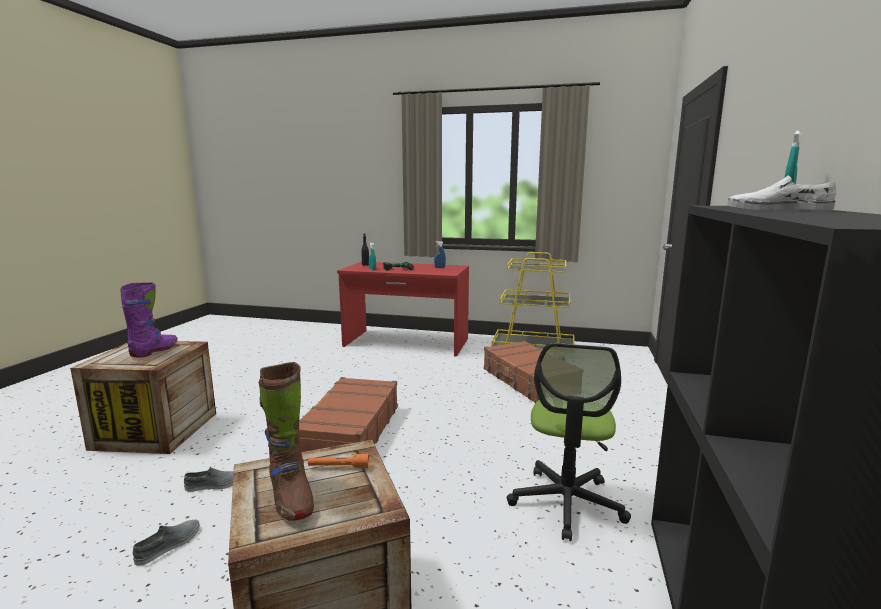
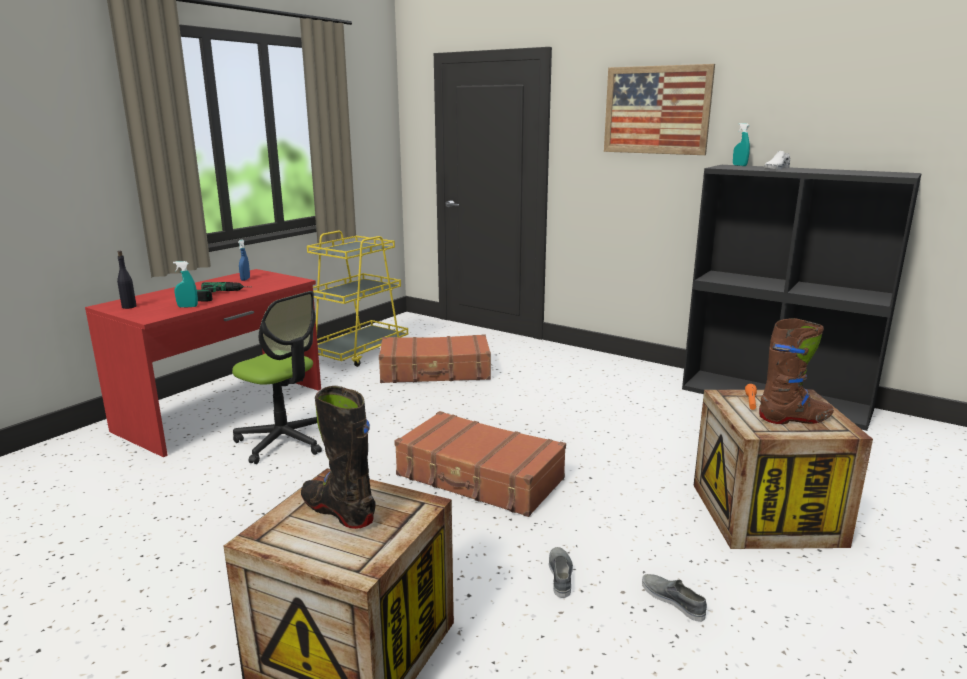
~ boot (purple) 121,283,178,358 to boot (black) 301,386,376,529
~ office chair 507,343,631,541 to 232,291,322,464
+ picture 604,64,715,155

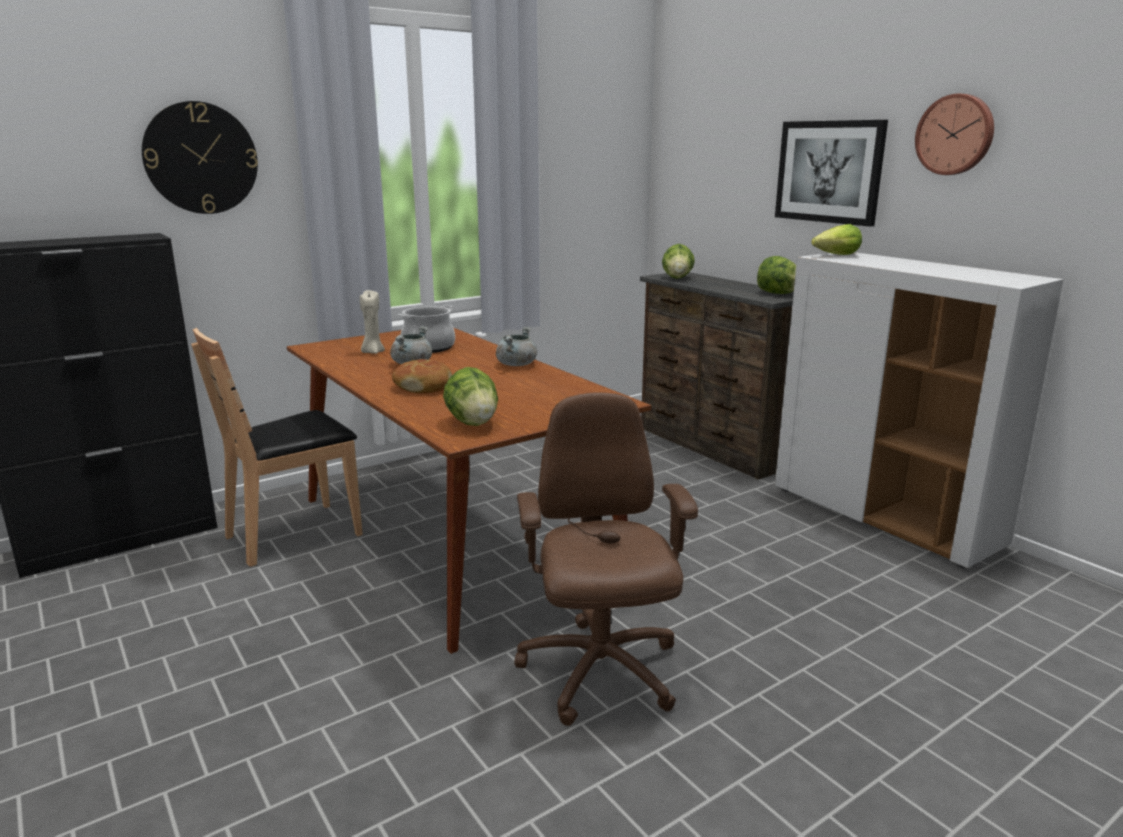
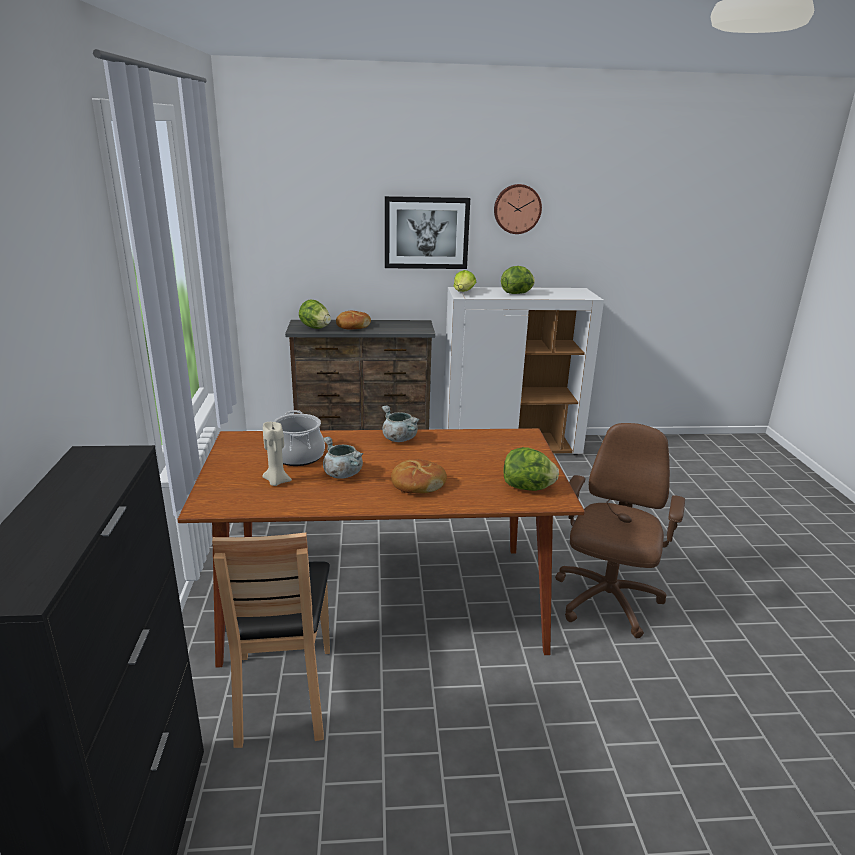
- wall clock 142,101,258,214
~ office chair (brown) 514,392,698,726 = 555,423,685,638 90 degrees clockwise
~ lettuce 757,256,796,294 to 501,266,535,294
+ bread 336,311,371,330

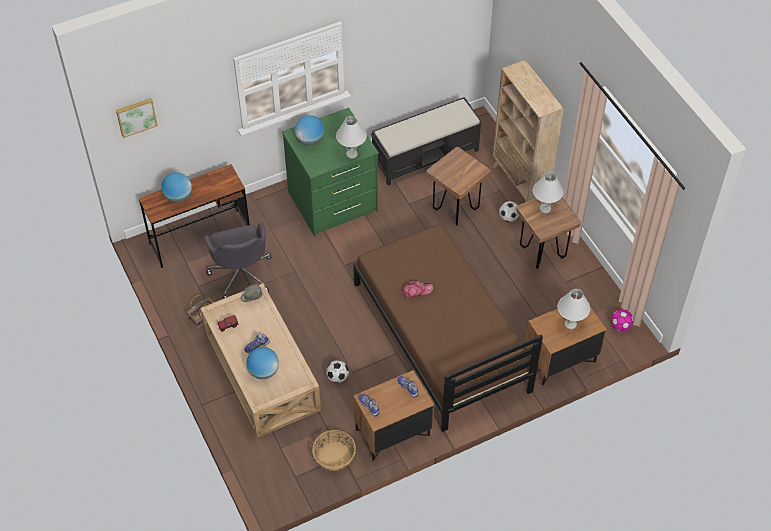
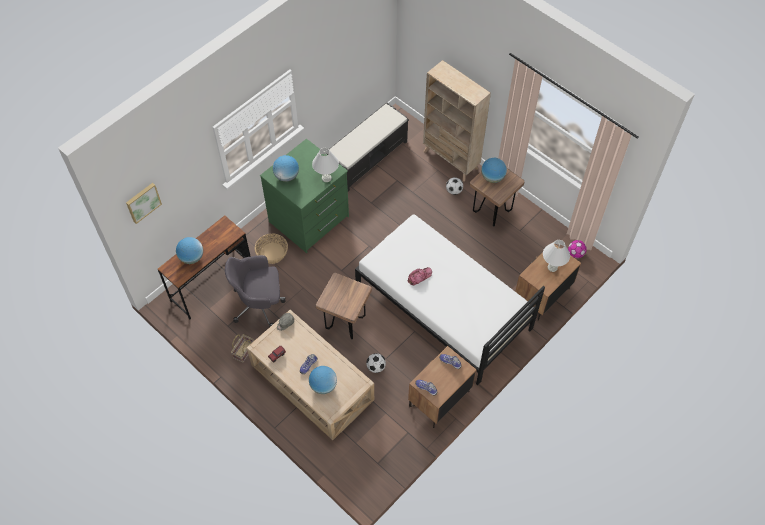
~ office chair (grey) 204,223,271,299 = 225,255,286,327 120 degrees clockwise
~ basket 312,430,356,471 to 255,233,288,264
~ bed (brown) 353,224,543,432 to bed (white) 355,214,545,385
~ stool (brown) 426,147,491,226 to 316,273,372,339
~ table lamp (white) 533,172,564,213 to globe 481,158,507,183

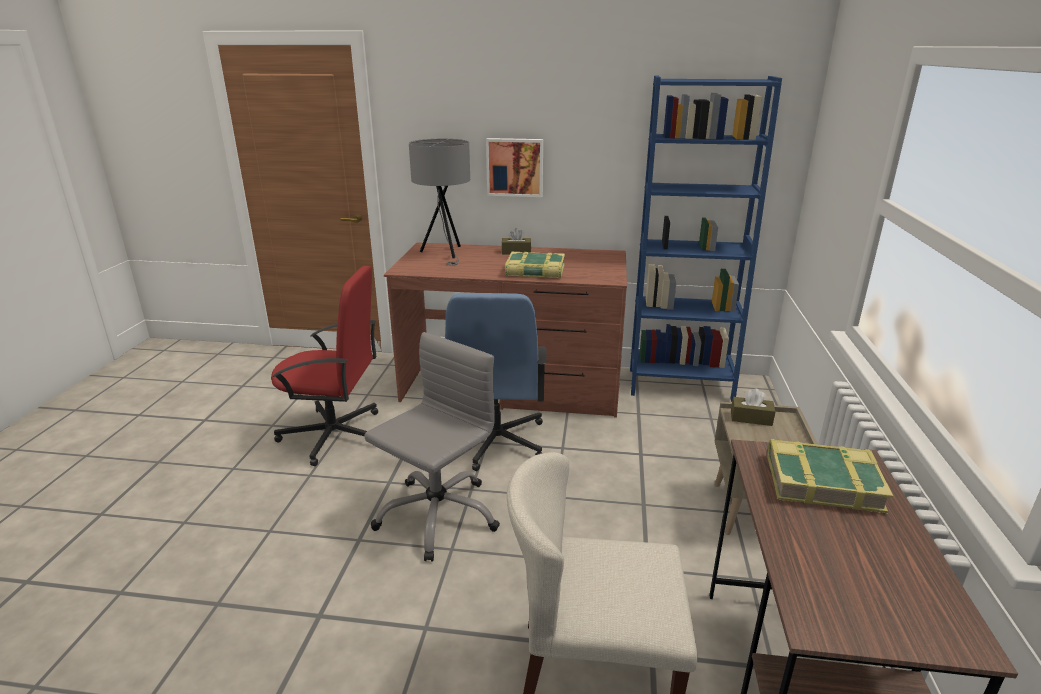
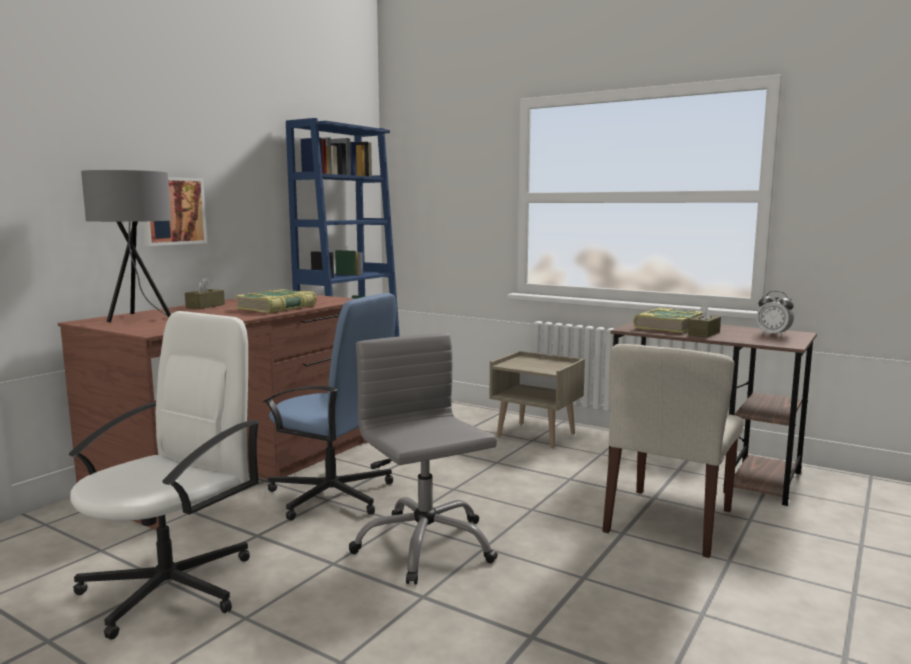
~ office chair (red) 271,266,378,466 to office chair (white) 69,311,260,640
~ tissue box (brown) 731,389,776,426 to 688,302,721,337
+ alarm clock 756,291,794,337

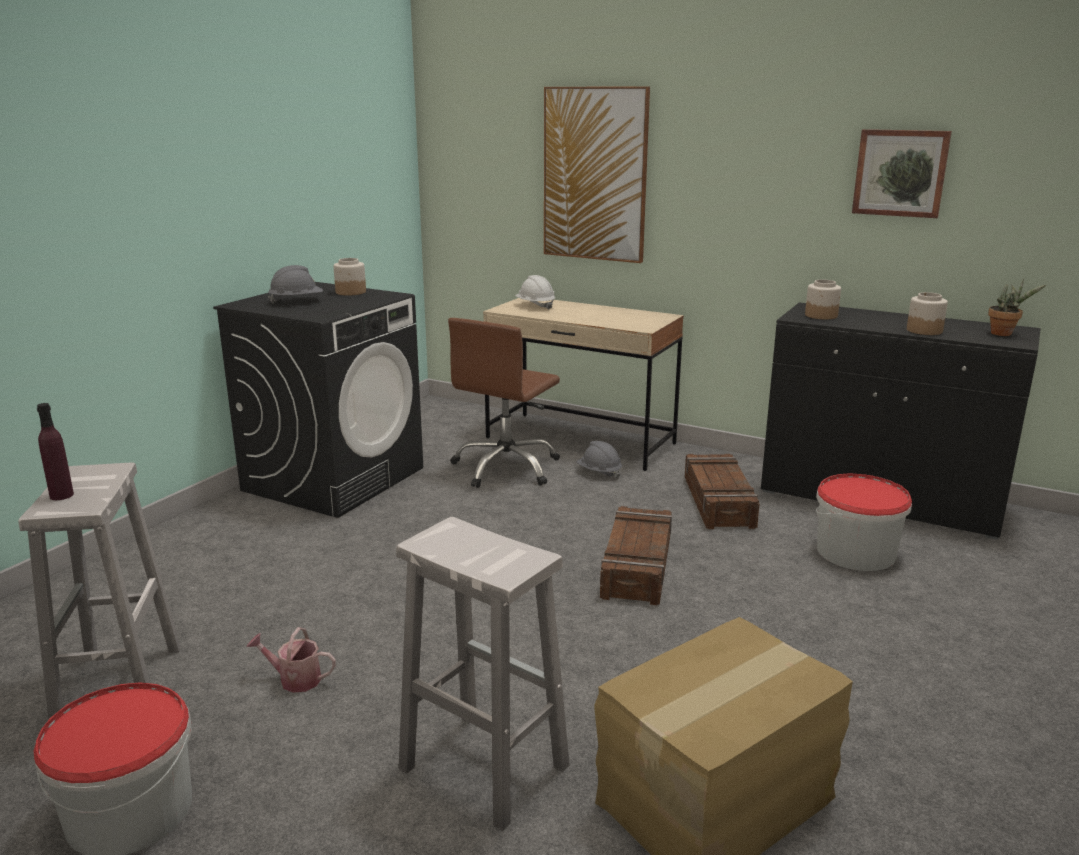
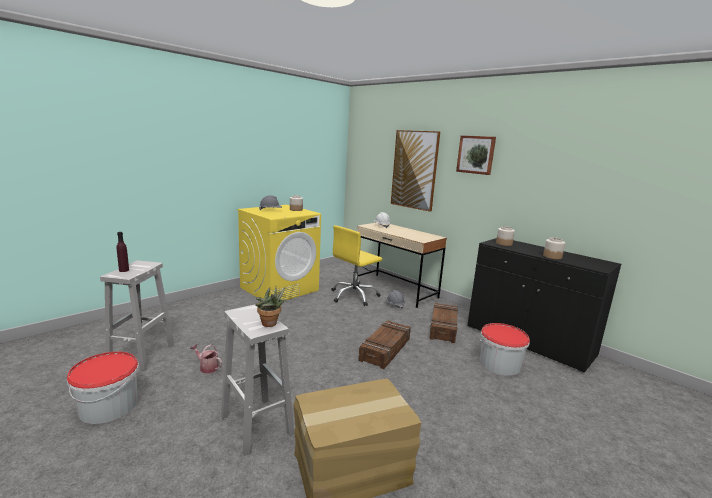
~ washing machine (black) 213,282,423,518 to washing machine (yellow) 237,205,321,300
~ office chair (brown) 448,318,560,488 to office chair (yellow) 332,225,382,306
~ picture 852,129,952,218 to 456,135,496,175
~ potted plant 988,279,1046,336 to 255,286,287,327

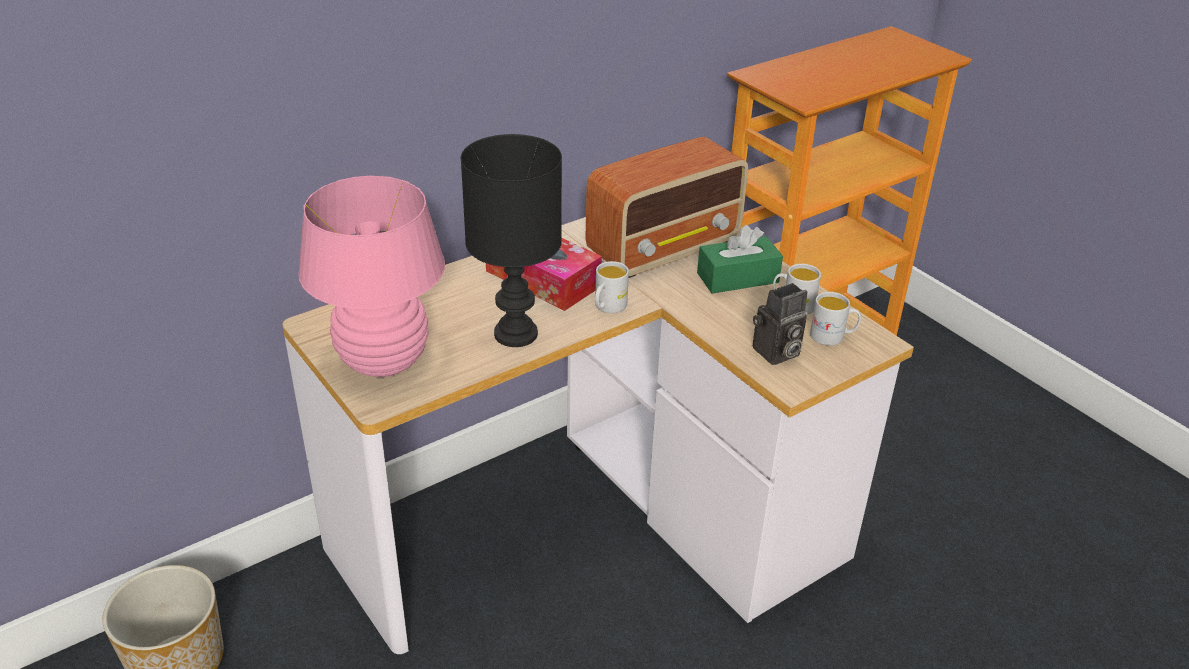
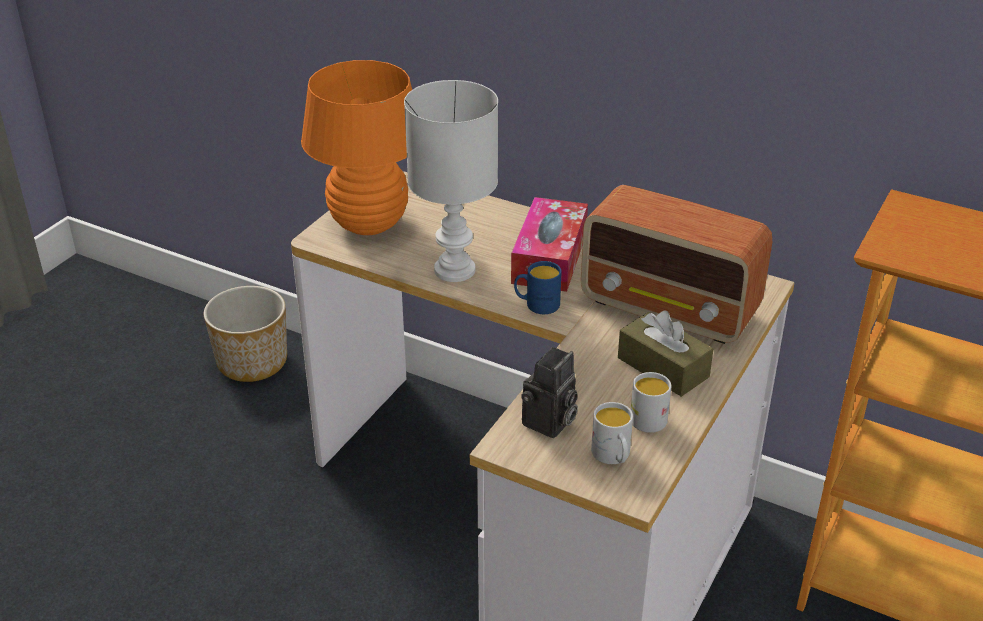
~ table lamp (pink) 298,176,445,377 to table lamp (orange) 301,60,412,235
~ table lamp (black) 461,134,562,347 to table lamp (white) 404,80,498,282
~ mug (white) 595,261,629,313 to mug (blue) 514,261,562,314
~ tissue box (green) 697,225,783,294 to tissue box (brown) 618,311,713,397
~ photo camera 753,283,807,365 = 521,347,578,438 90 degrees counterclockwise

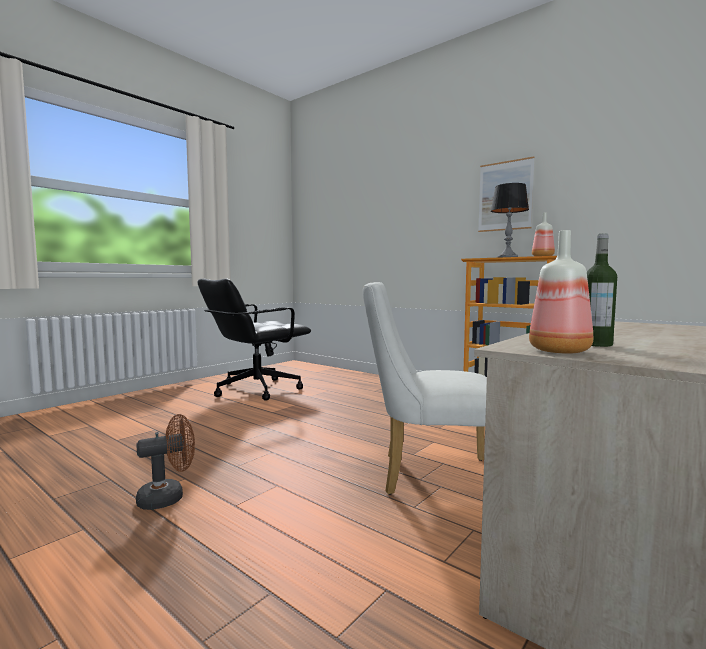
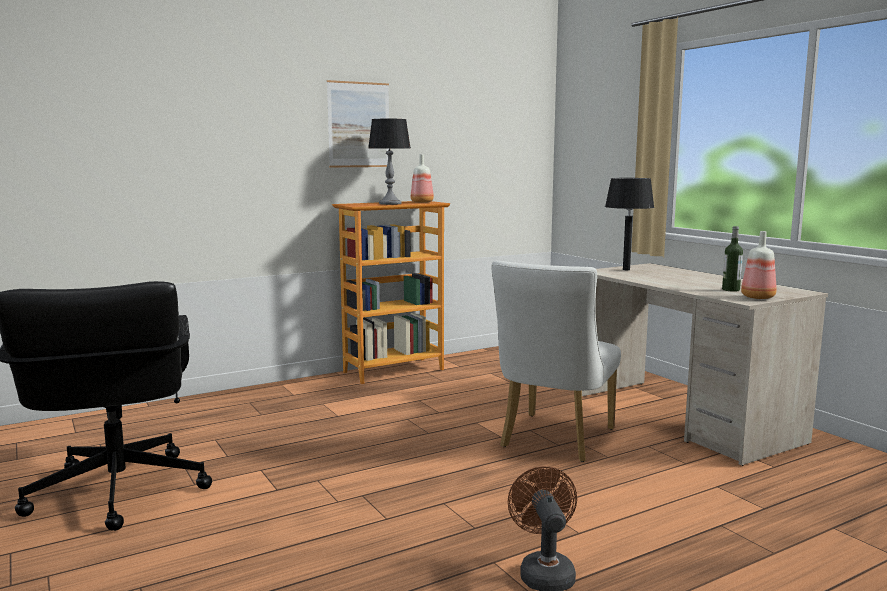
+ table lamp (black) 605,178,654,270

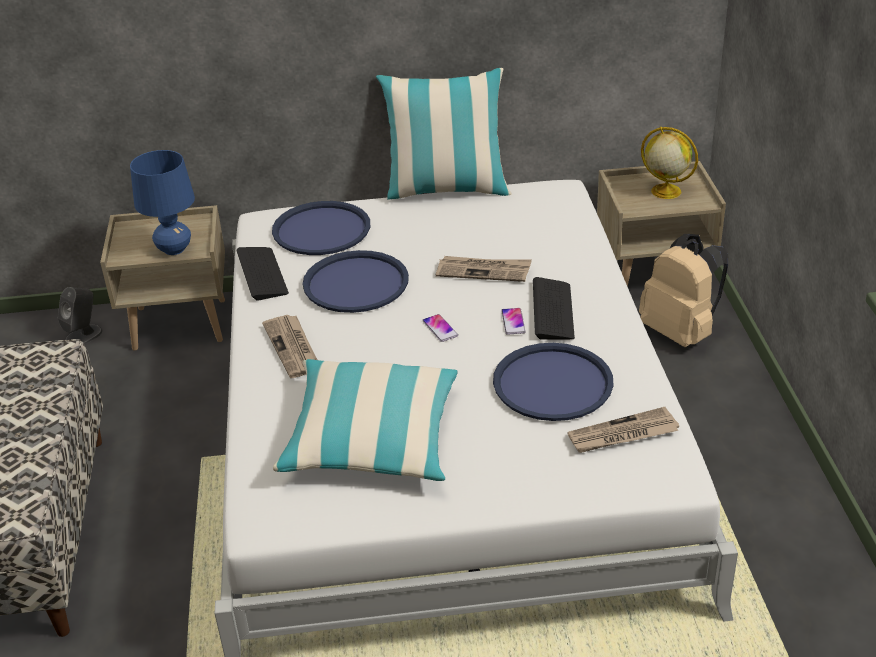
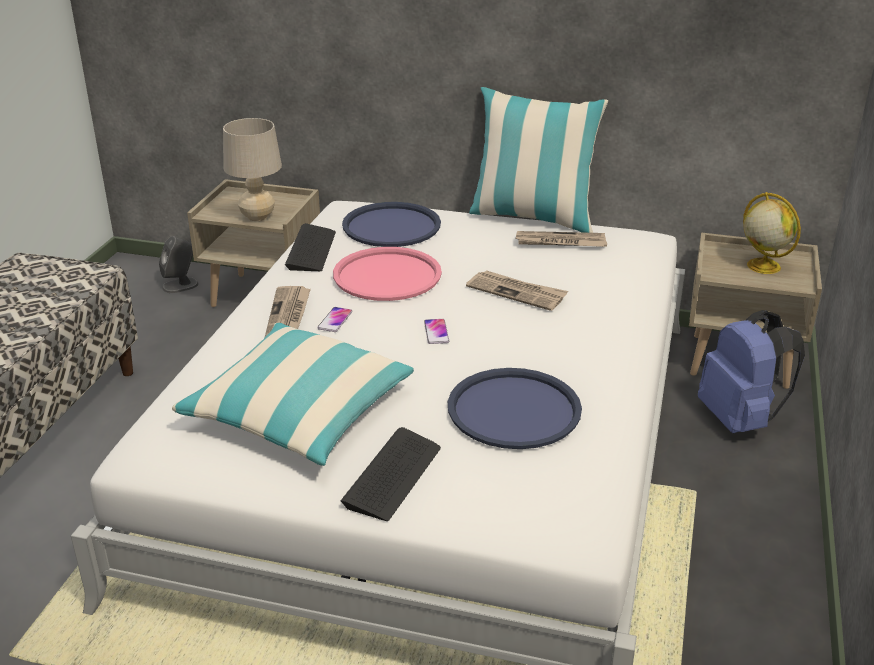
~ table lamp (blue) 130,150,195,255 to table lamp (beige) 223,118,282,221
~ tray (blue) 303,250,409,313 to tray (pink) 333,247,442,301
~ phone 501,308,526,334 to 317,307,352,332
~ keyboard 533,277,575,340 to 341,427,441,521
~ newspaper 568,407,679,453 to 516,231,607,247
~ backpack (beige) 639,234,728,347 to backpack (blue) 698,310,805,433

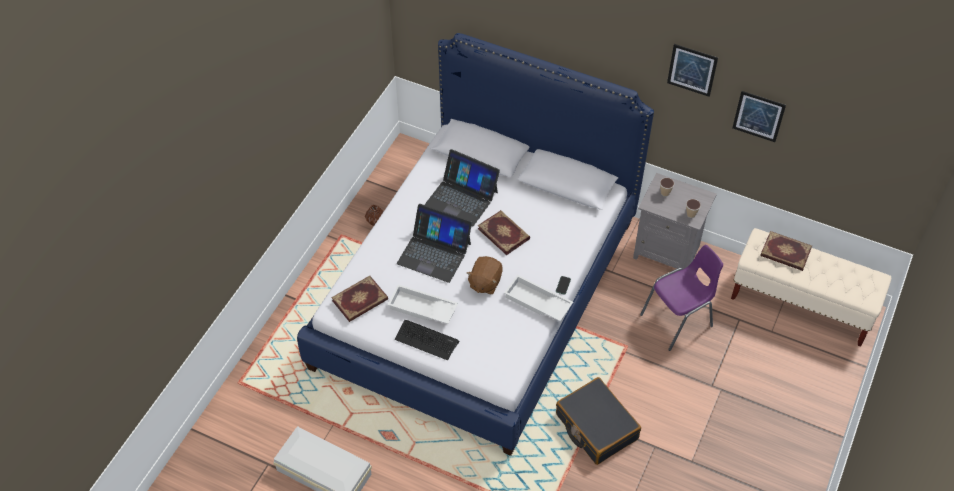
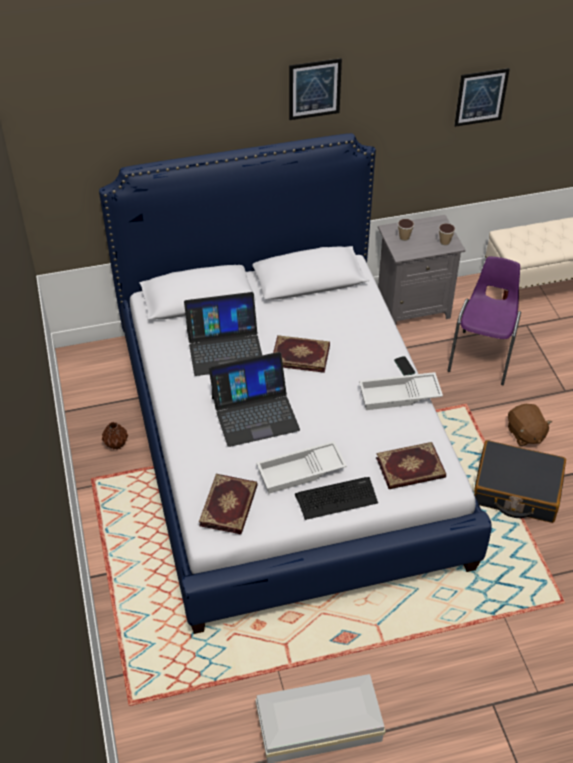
~ plush toy (brown) 467,256,503,294 to 508,404,552,446
~ picture 667,44,718,97 to 289,58,342,120
~ book 760,231,812,271 to 376,442,446,489

